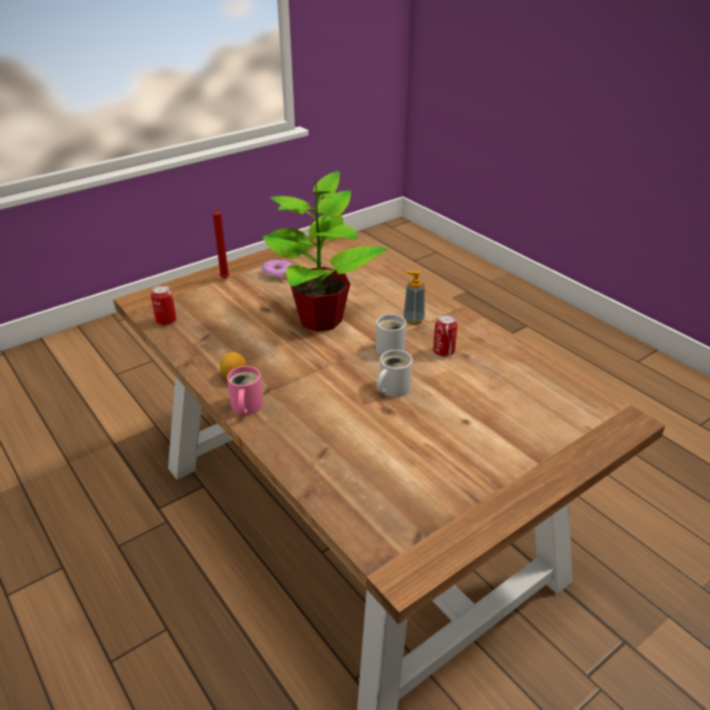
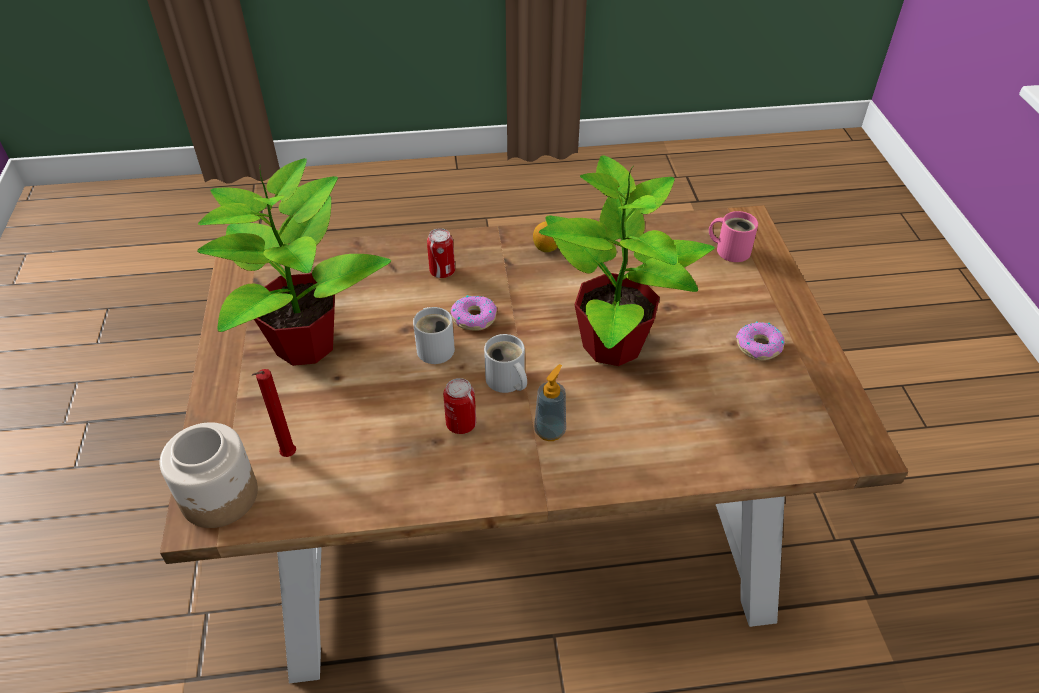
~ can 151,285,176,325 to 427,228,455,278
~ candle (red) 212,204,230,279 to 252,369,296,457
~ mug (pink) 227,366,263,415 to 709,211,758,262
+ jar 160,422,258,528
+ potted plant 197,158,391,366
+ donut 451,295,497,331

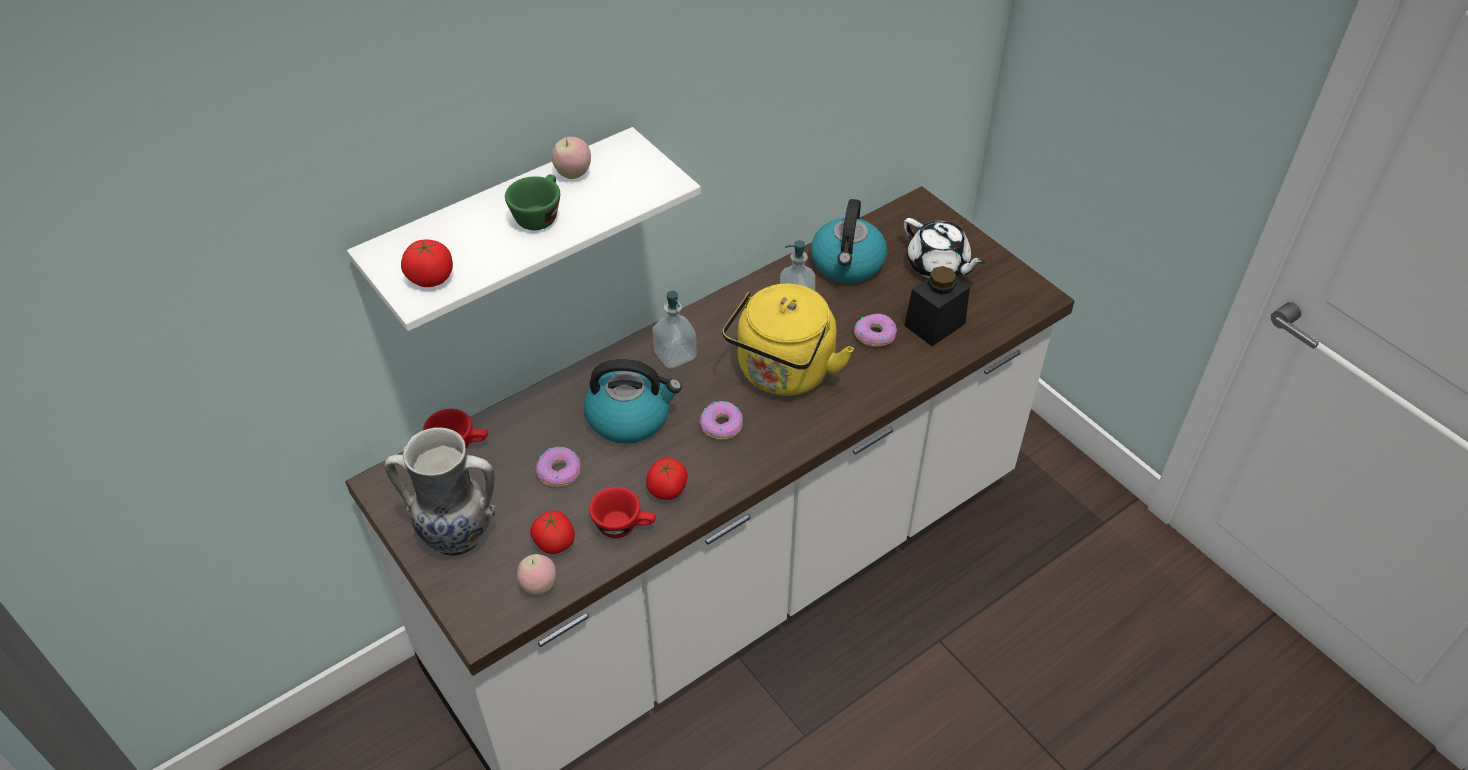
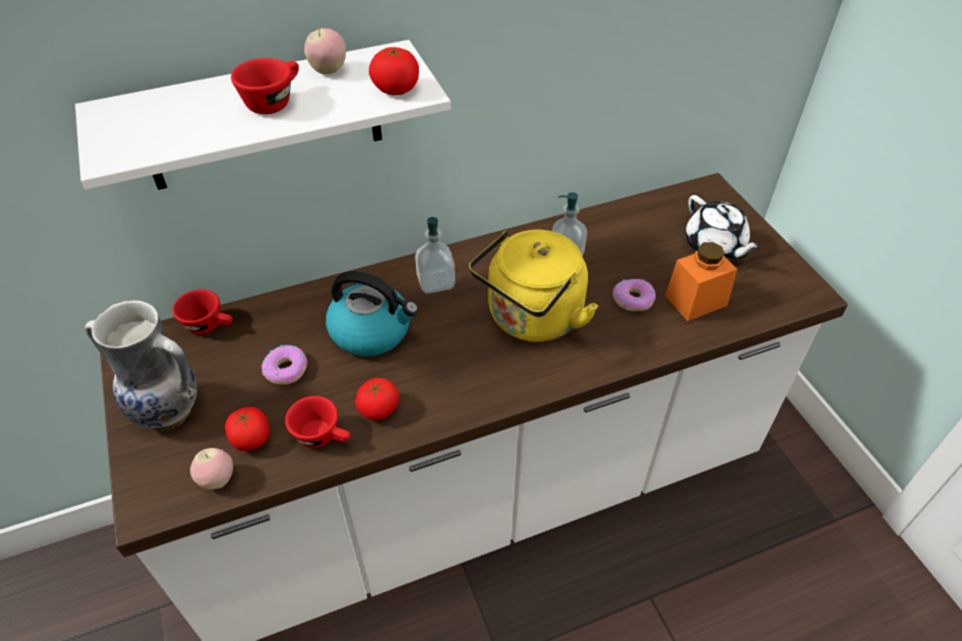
~ tomato 401,240,453,287 to 369,47,419,95
~ cup (green) 505,174,560,230 to cup (red) 231,58,299,114
- donut 700,401,743,439
- kettle 811,199,887,283
~ jar (black) 904,266,970,346 to jar (orange) 665,242,737,321

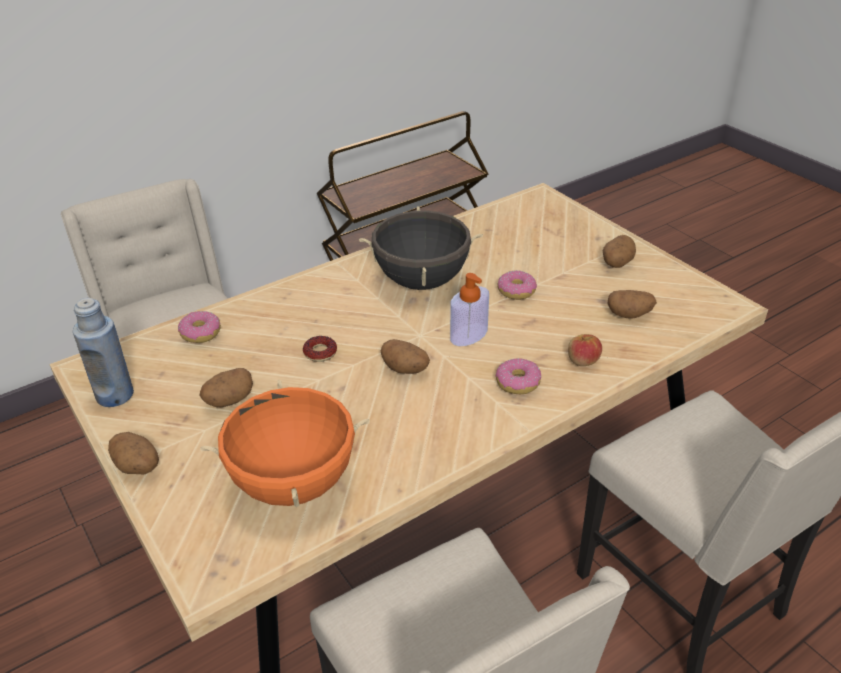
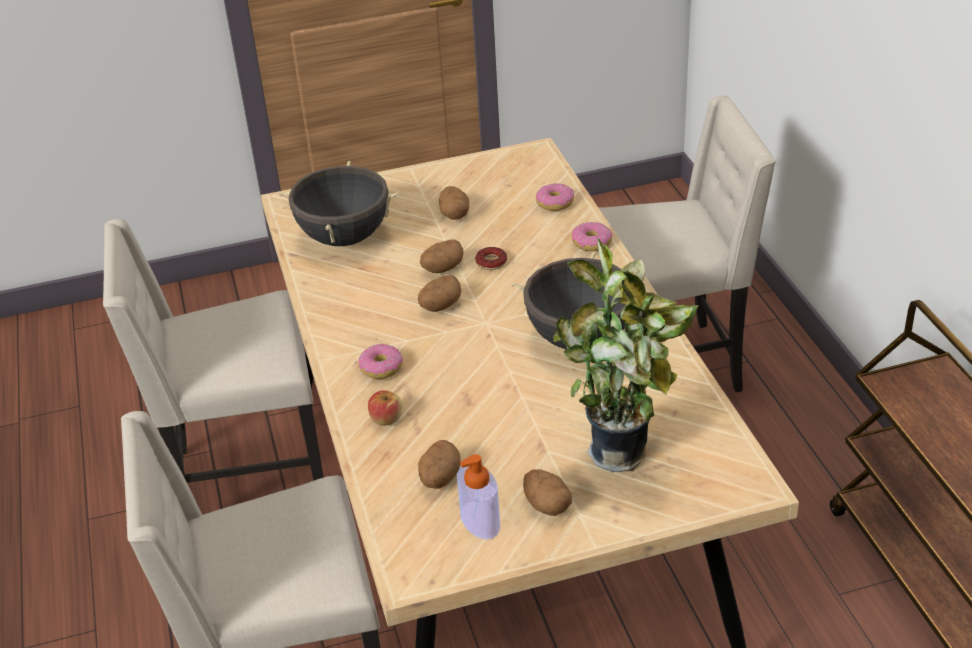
- bottle (blue) 73,298,134,407
~ potato 108,432,159,474 to 420,239,464,273
~ cooking pot (orange) 200,379,370,508 to cooking pot (black) 278,161,400,246
~ soap dispenser 450,273,489,346 to 457,454,500,540
~ donut 498,270,537,300 to 572,222,613,251
+ potted plant 554,237,699,472

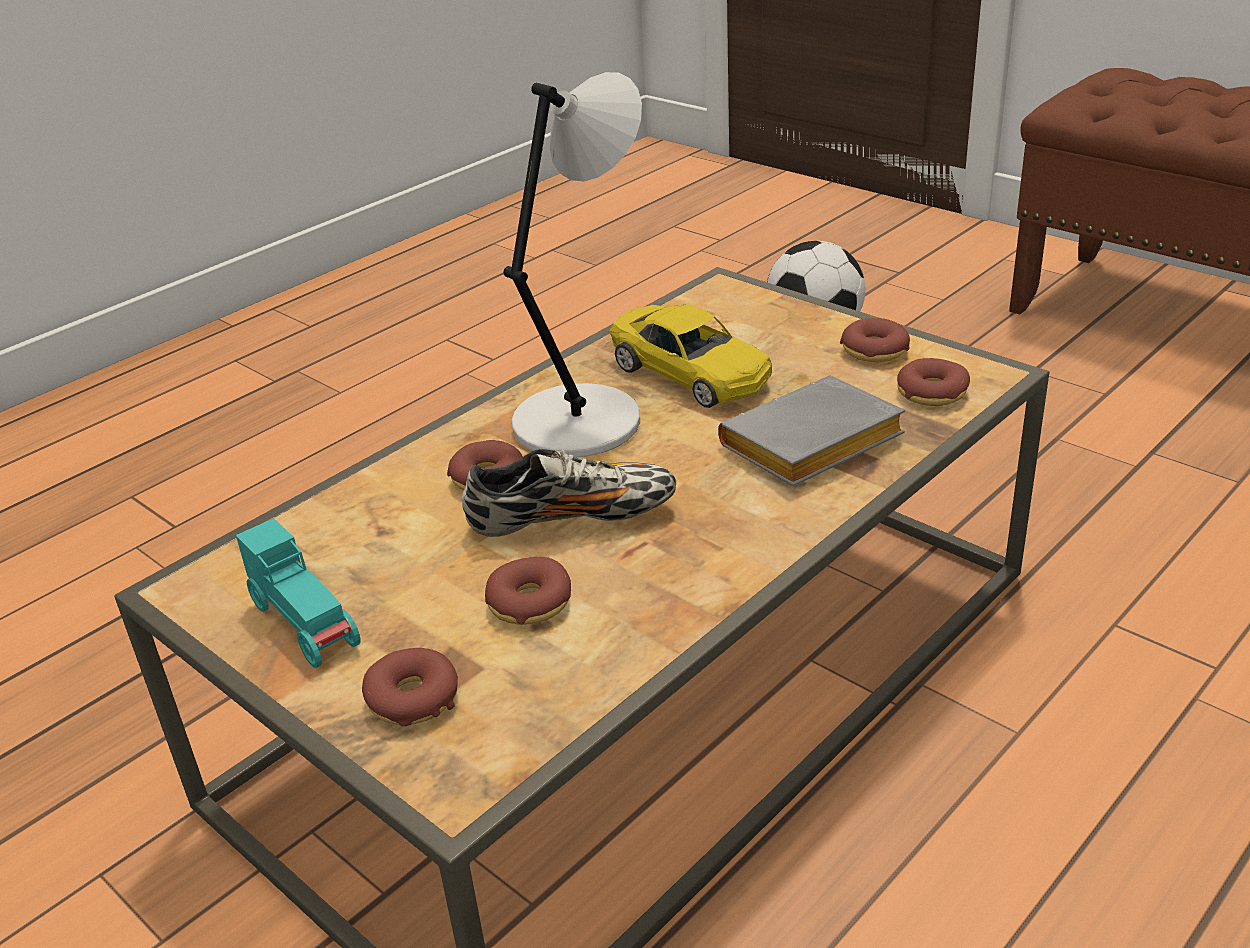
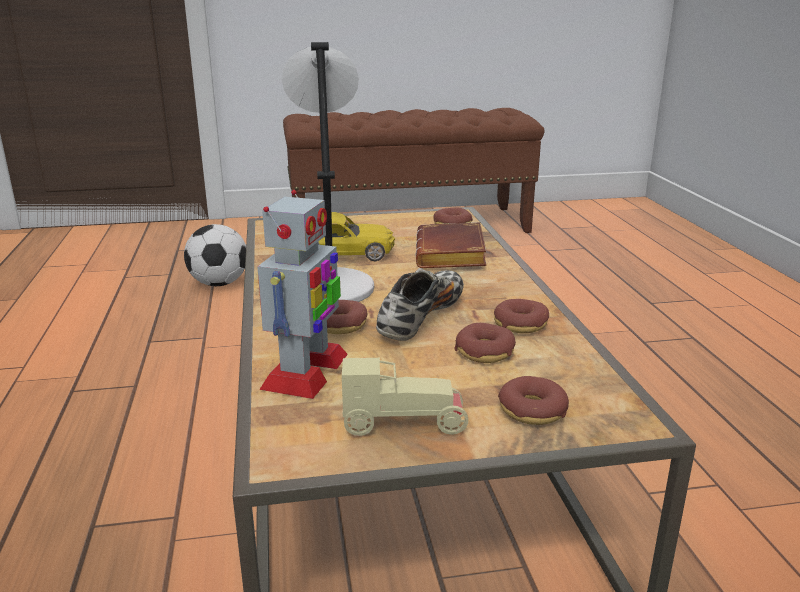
~ toy car (turquoise) 236,518,361,668 to toy car (beige) 342,358,468,436
~ book (grey) 718,376,905,486 to book (brown) 416,222,486,268
~ donut 840,318,910,362 to 494,299,549,333
+ toy robot 257,190,348,399

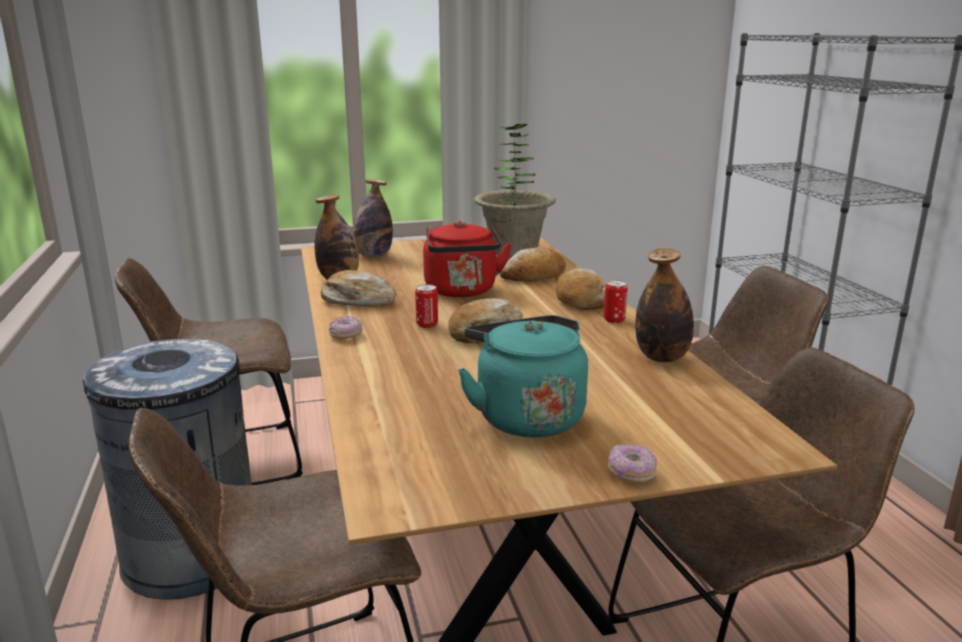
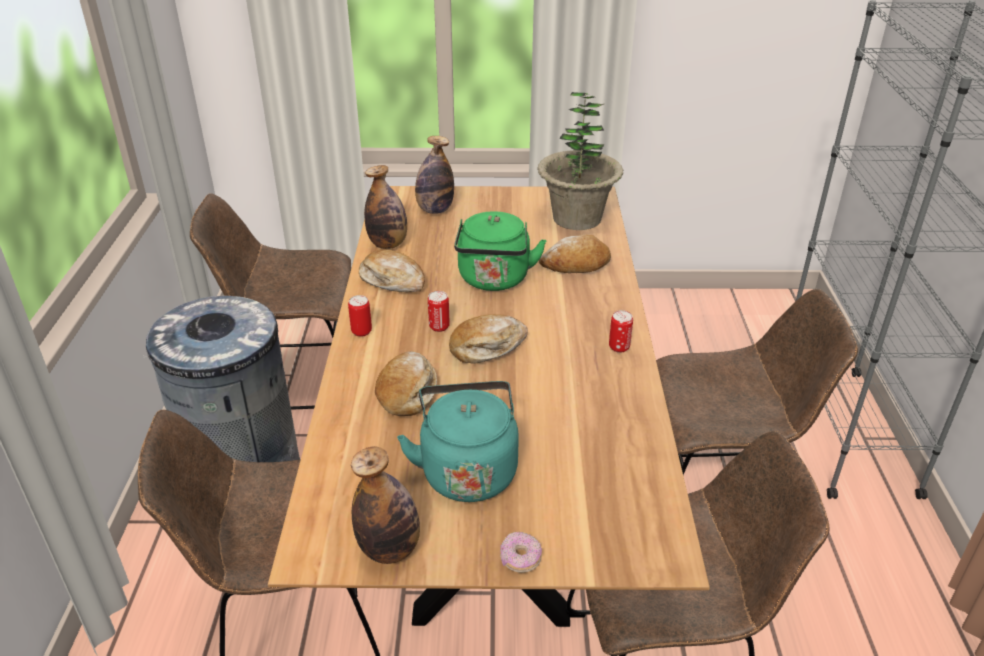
~ donut 329,316,363,339 to can 348,295,372,337
~ kettle (red) 423,221,512,297 to kettle (green) 454,211,546,291
~ bread 556,268,605,310 to 375,351,437,416
~ bottle 635,248,694,362 to 351,446,420,564

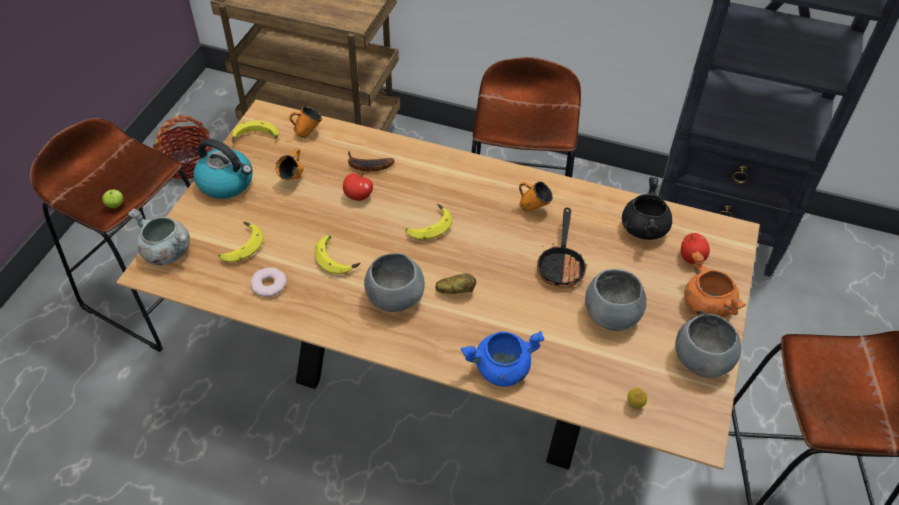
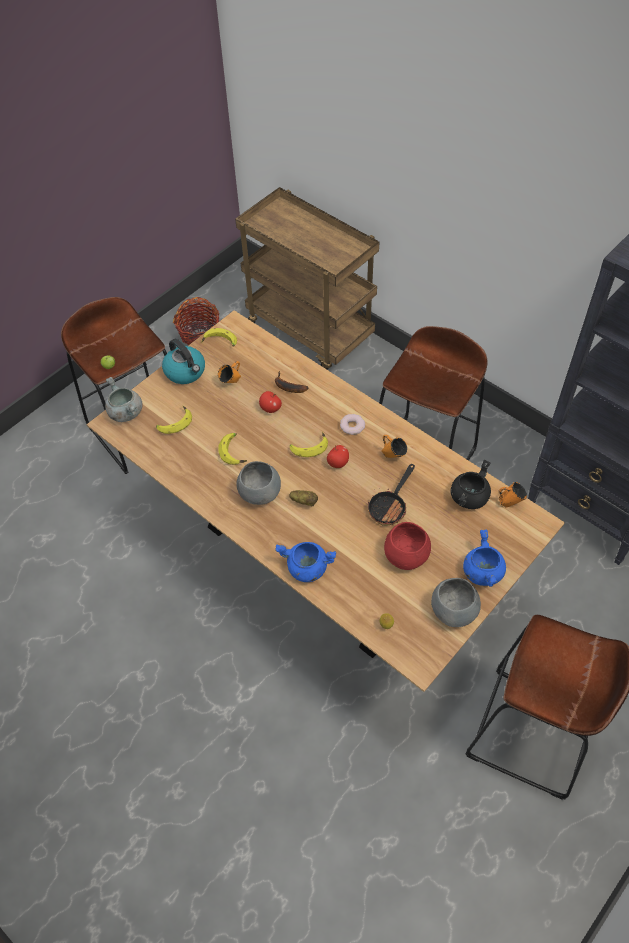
~ donut 250,268,287,297 to 340,414,365,435
~ mug (orange) 289,106,322,138 to 499,482,527,508
~ bowl (grey) 585,269,647,331 to bowl (red) 384,522,431,570
~ apple 681,233,710,264 to 327,445,349,468
~ cooking pot (orange) 684,251,746,318 to cooking pot (blue) 463,530,506,587

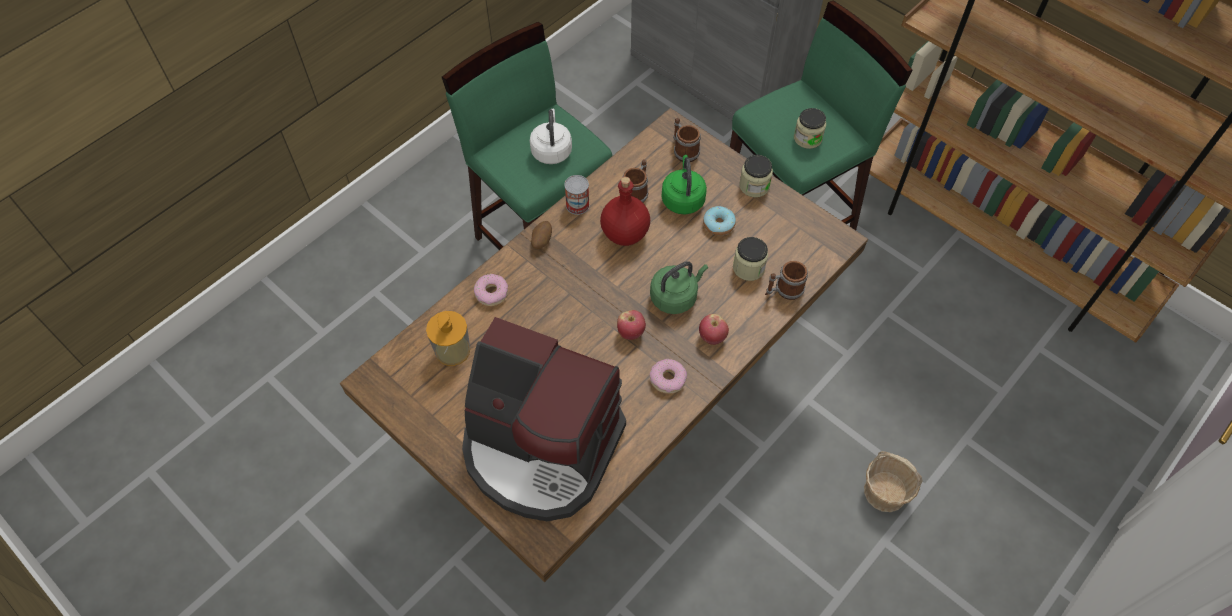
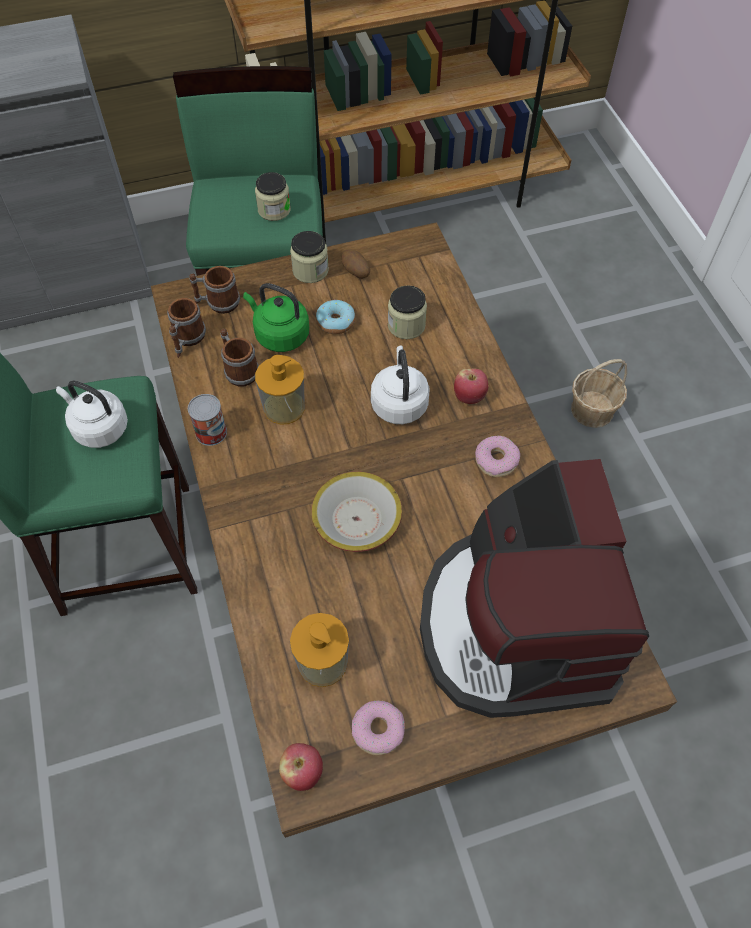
~ coffee machine 462,317,626,521 = 420,459,649,718 120 degrees clockwise
~ donut 474,274,508,306 to 352,701,405,756
~ potato 531,221,552,250 to 342,249,370,279
~ bottle (red) 600,177,650,246 to soap dispenser 255,355,305,425
~ apple 617,310,646,340 to 279,743,323,791
~ kettle (green) 650,261,708,314 to kettle (white) 371,345,429,424
~ mug 765,261,808,300 to 167,298,206,358
+ bowl 311,472,402,552

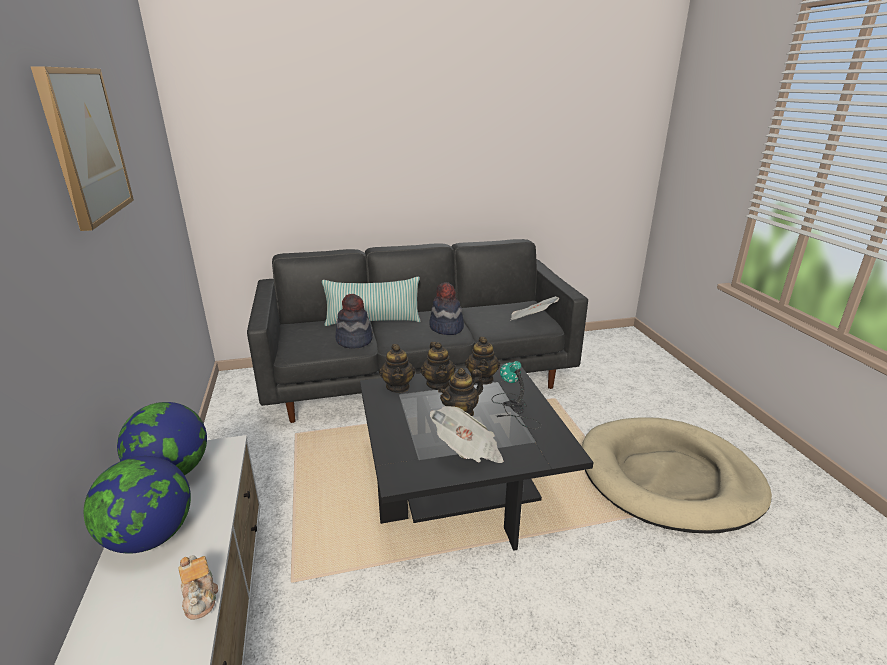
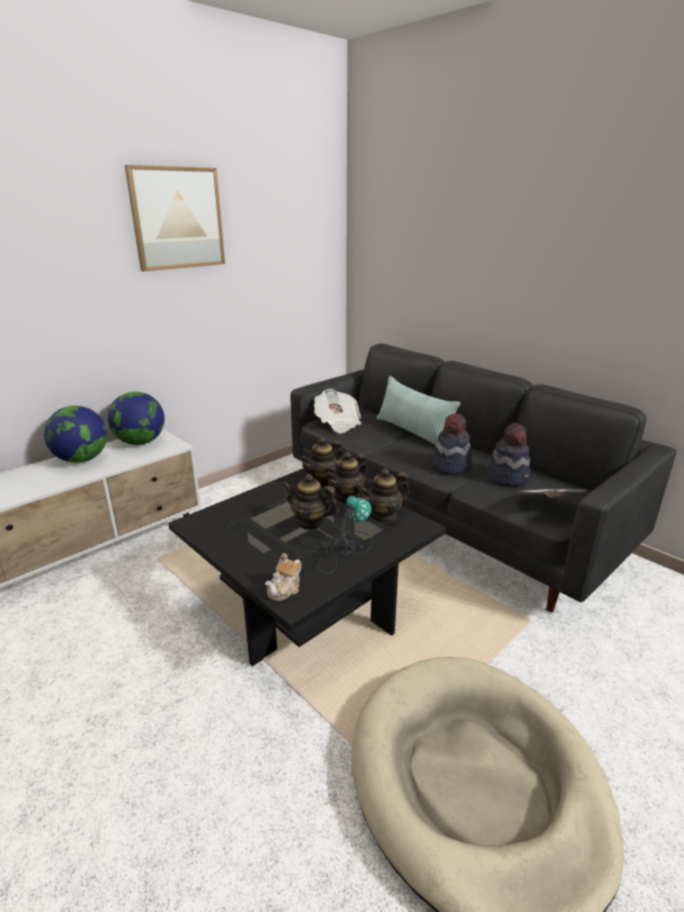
~ teapot 179,555,218,620 to 265,553,301,601
~ hat 335,294,373,349 to 487,423,531,487
~ newspaper 430,406,504,463 to 314,389,361,434

